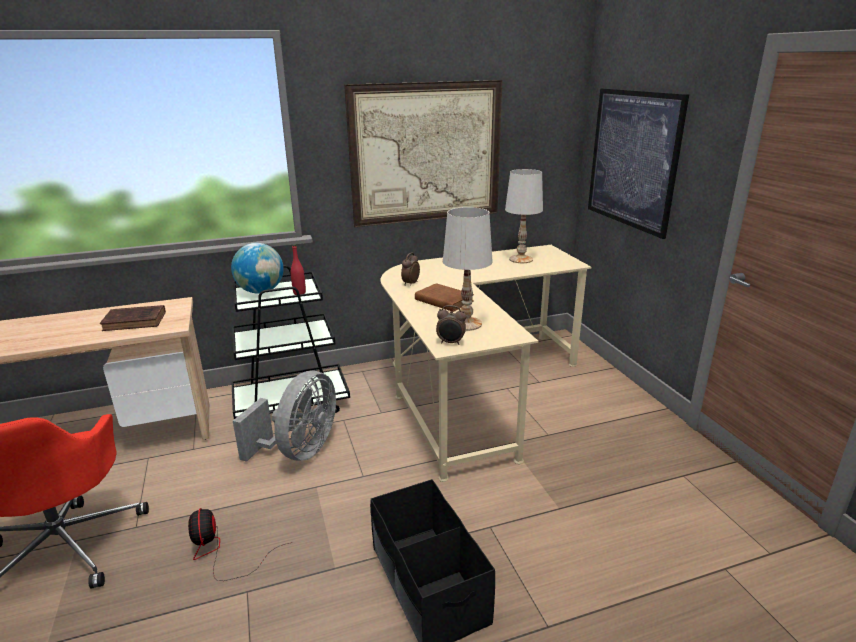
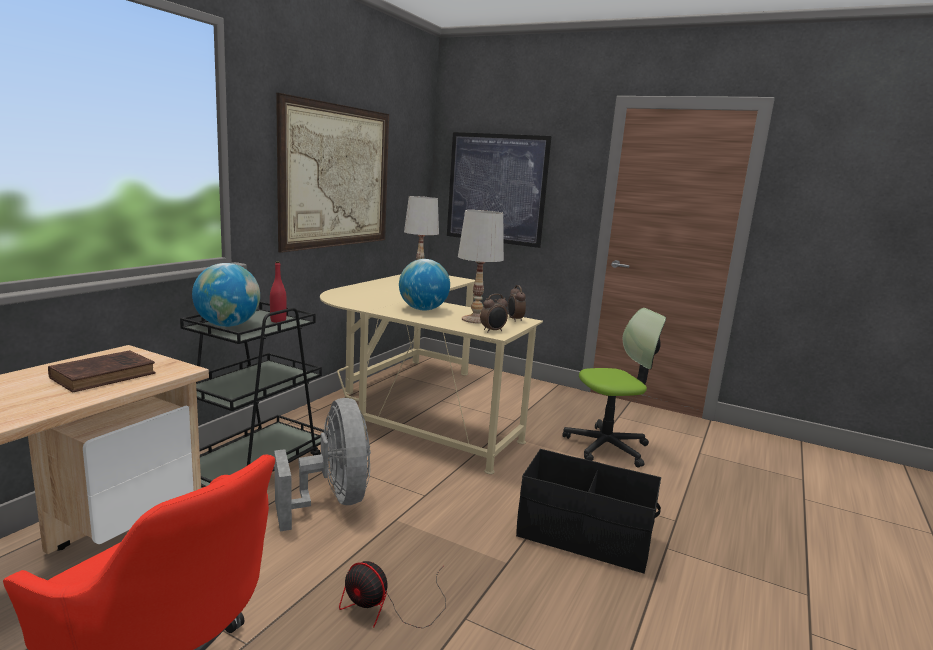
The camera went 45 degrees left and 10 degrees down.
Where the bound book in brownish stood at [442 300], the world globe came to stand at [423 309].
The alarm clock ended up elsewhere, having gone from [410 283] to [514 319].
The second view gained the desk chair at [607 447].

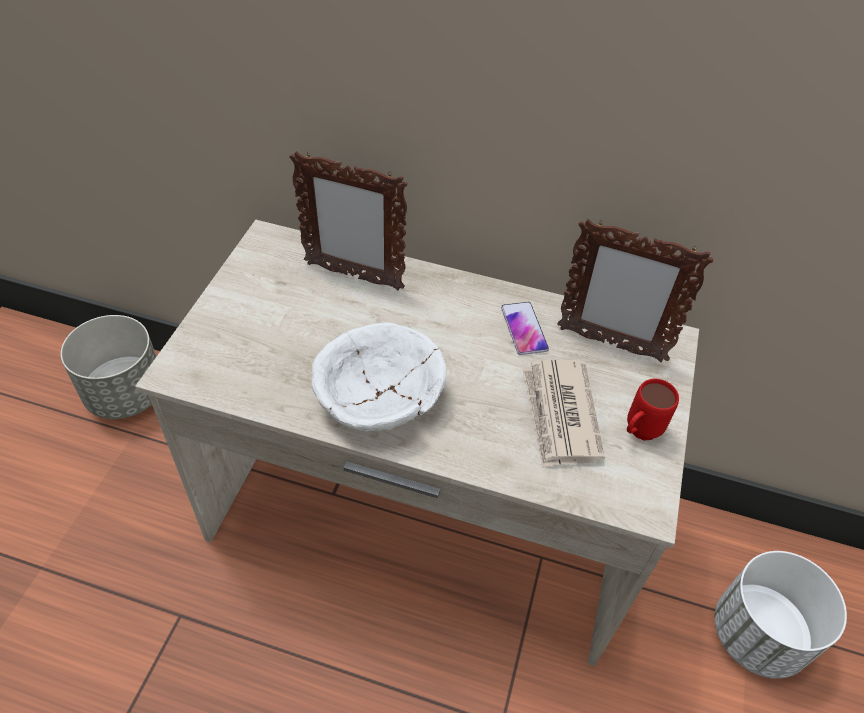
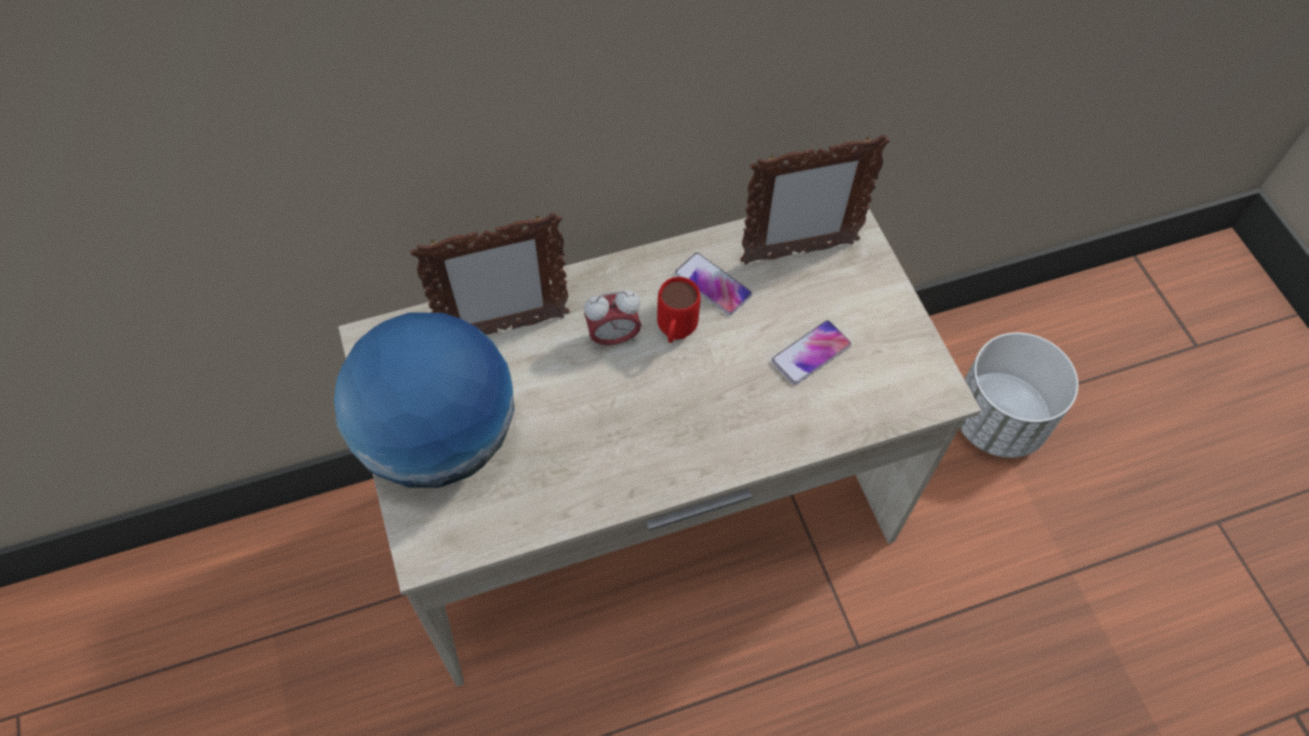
The camera went 35 degrees left and 10 degrees up.
The second view gained the world globe at [438 438].
The second view gained the alarm clock at [613 337].
The coffee mug in red-coloured ended up elsewhere, having gone from [637 433] to [675 334].
Where the printed paper stood at [560 415], the phone came to stand at [811 353].
The second view lost the flower pot in greyish at [125 394].
The second view lost the serving bowl in white at [378 398].

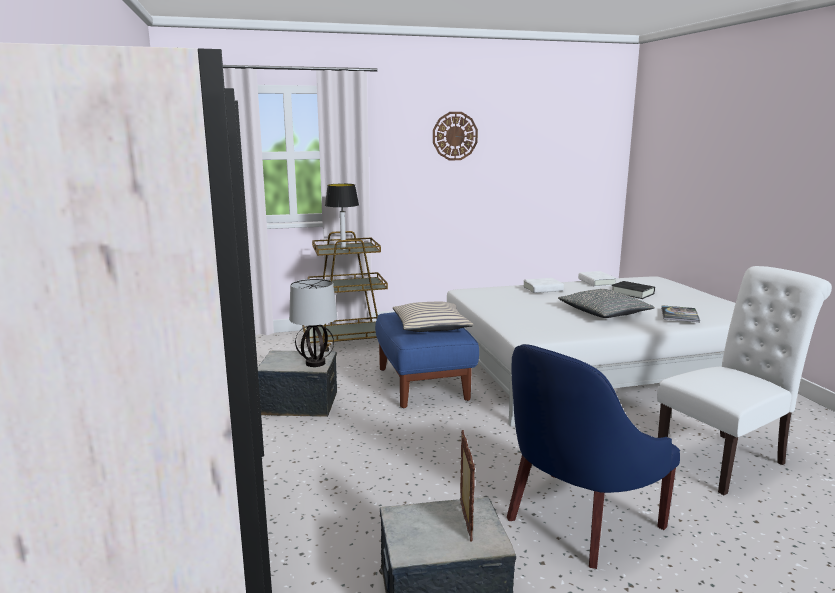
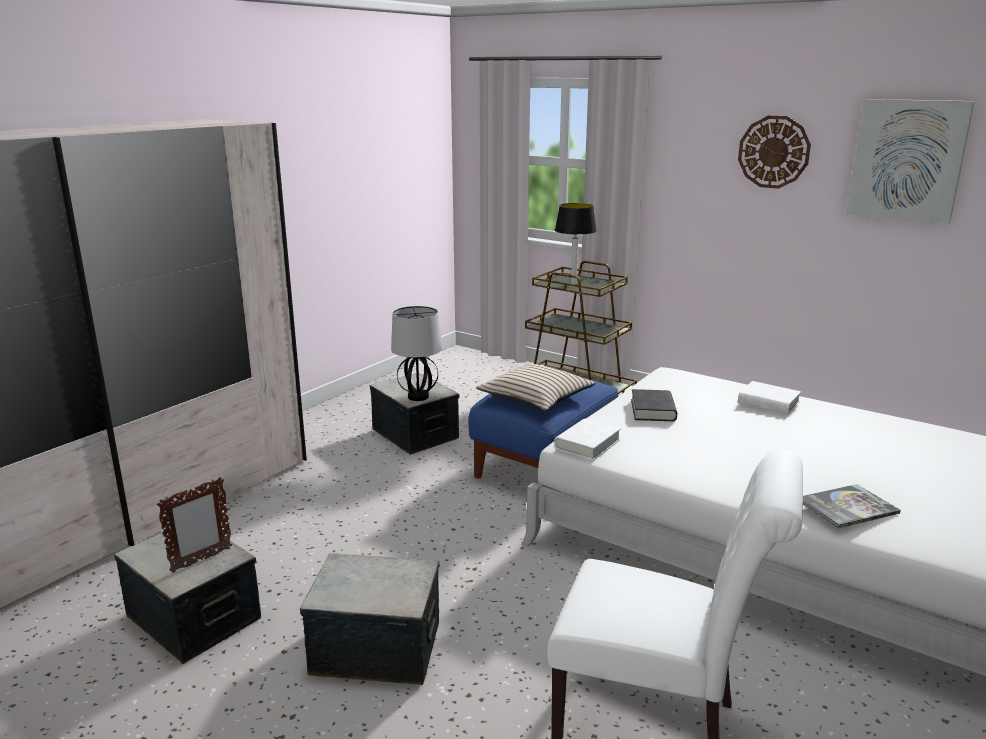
The camera went 50 degrees right and 5 degrees up.
Where the lounge chair in blue stood at [576 520], the storage box came to stand at [376 648].
The bound book in white ended up elsewhere, having gone from [596 282] to [587 444].
The bound book in black-coloured ended up elsewhere, having gone from [632 293] to [653 410].
The second view gained the wall art at [907 160].
The second view lost the cushion in greyish at [604 312].

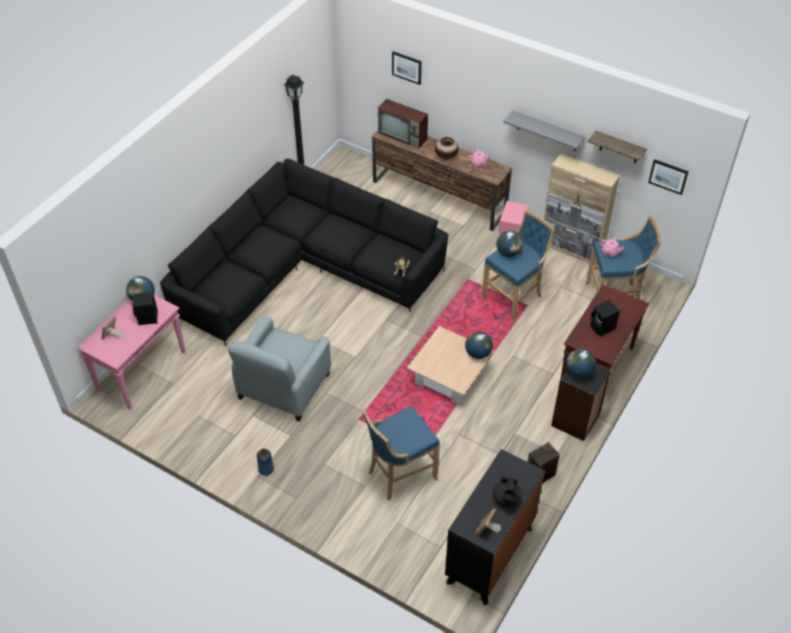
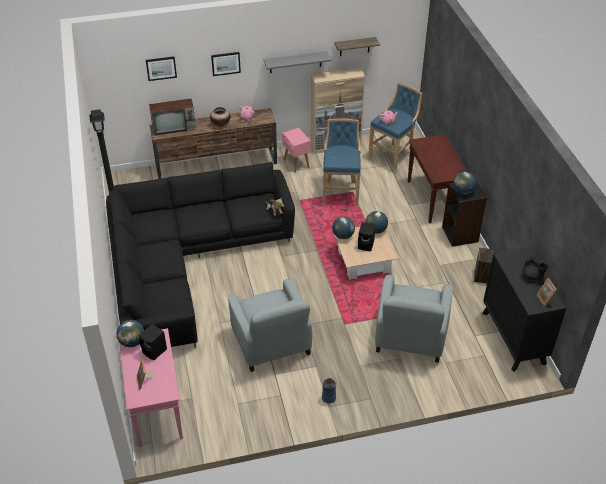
The camera went 45 degrees left and 5 degrees down.
The wall art ended up elsewhere, having gone from [668 176] to [225 63].
The world globe ended up elsewhere, having gone from [508 253] to [343 236].
The speaker in black-coloured ended up elsewhere, having gone from [602 328] to [366 245].
Where the stool seat in blue stood at [399 475], the lounge chair in greyish came to stand at [410 336].

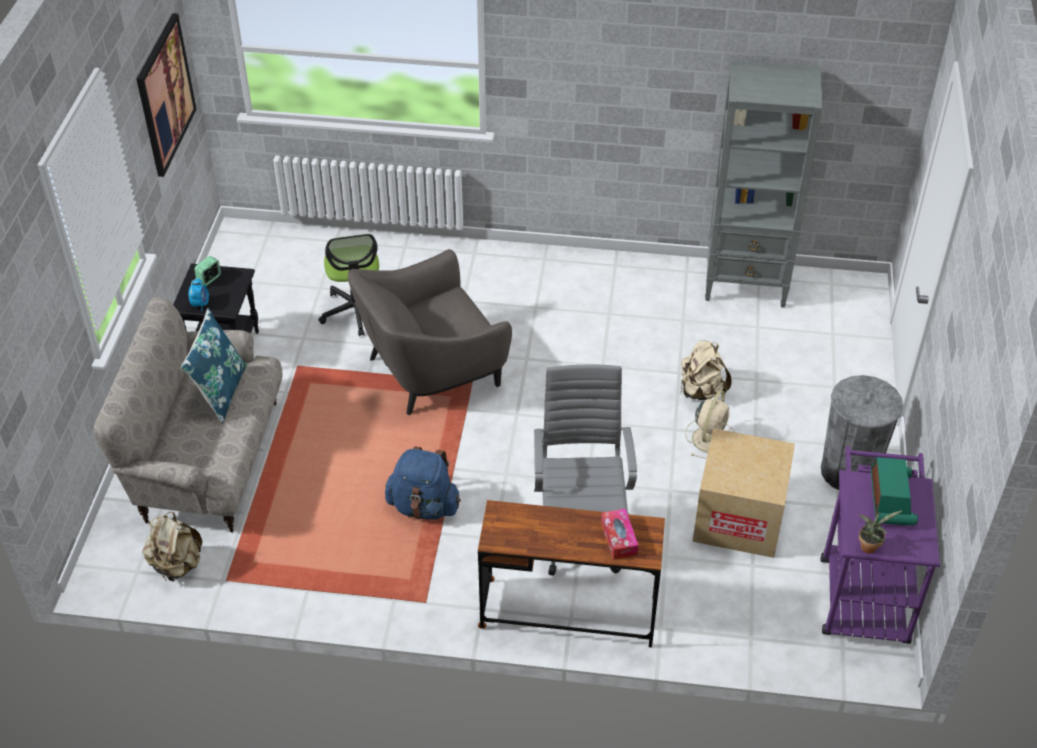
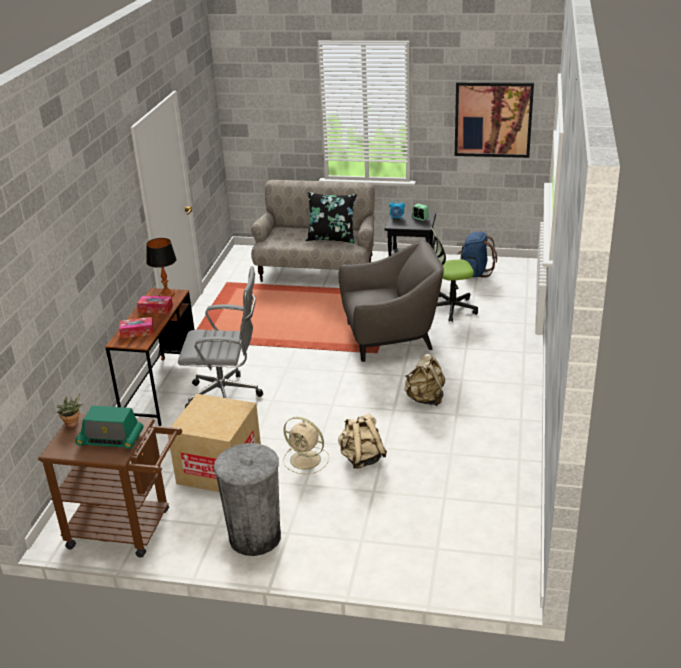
The camera went 95 degrees right and 15 degrees down.
What was the cart in purple-coloured at [863 590] turned into the cart in brownish at [128 529].
The second view gained the tissue box at [155 309].
The second view gained the lamp for a table at [167 294].
What was the cushion in blue at [220 392] turned into the cushion in black-coloured at [332 238].
The lounge chair in greyish at [431 370] ended up facing another way, 105 degrees clockwise from before.
The knapsack in beige-coloured ended up elsewhere, having gone from [177 565] to [425 399].
The knapsack in blue ended up elsewhere, having gone from [424 507] to [474 273].
The second view lost the bookcase in greyish at [746 284].

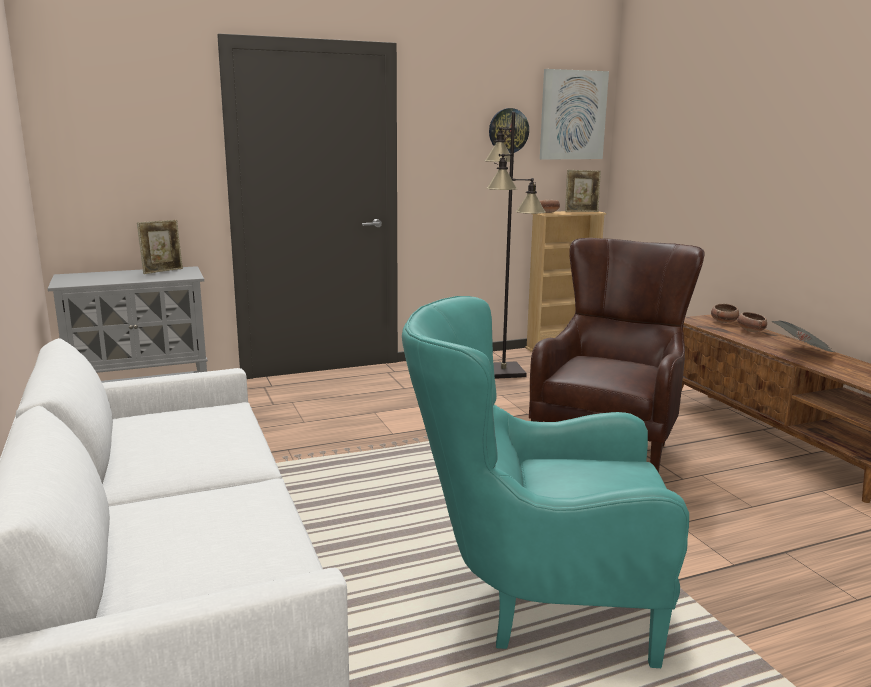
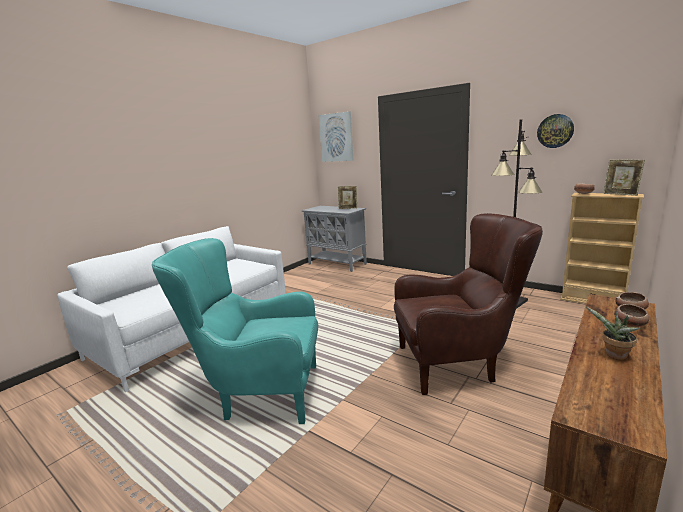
The camera went 60 degrees right and 0 degrees up.
The lounge chair in turquoise-coloured at [535 602] ended up facing another way, 60 degrees counterclockwise from before.
The wall art ended up elsewhere, having gone from [572 115] to [336 137].
Where the printed paper stood at [802 352], the plant in a pot came to stand at [613 355].

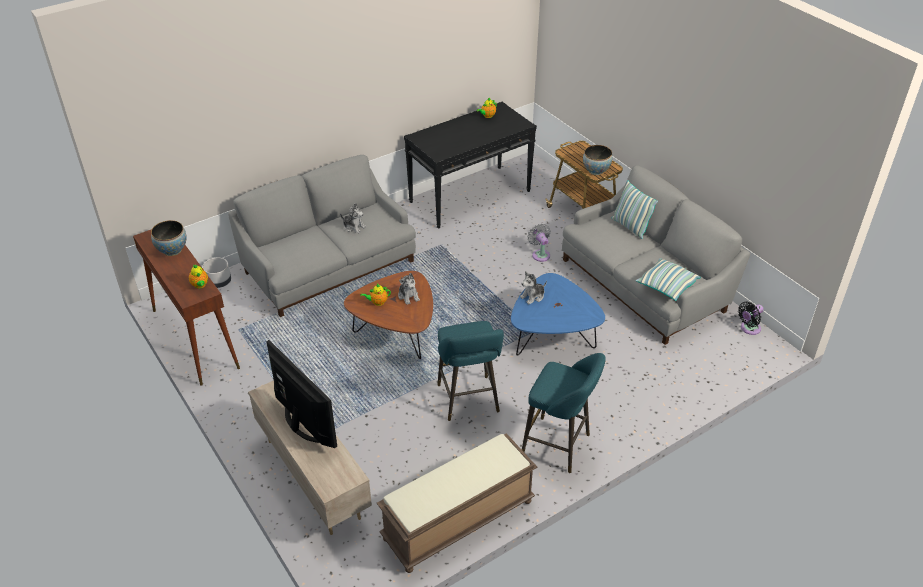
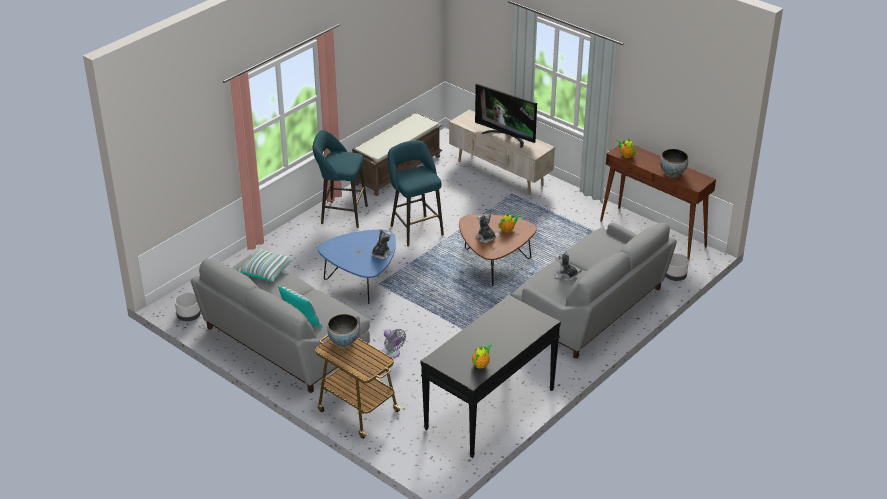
The camera went 165 degrees right and 5 degrees down.
Where the electric fan in black-coloured stood at [749 329], the flower pot in greyish came to stand at [188 316].

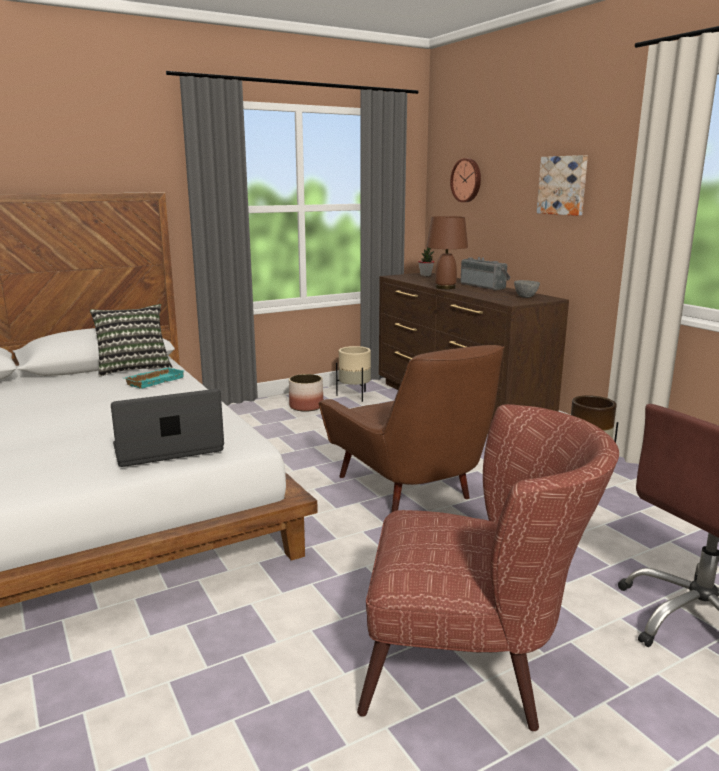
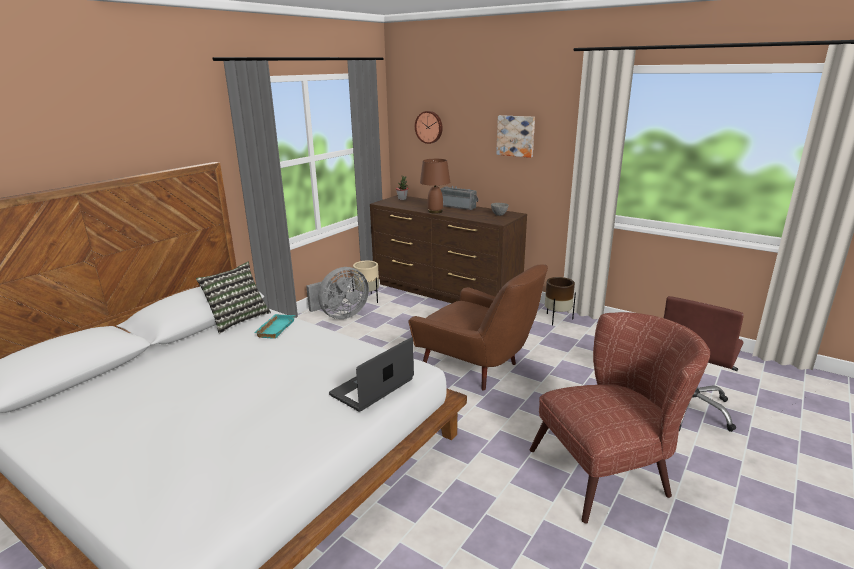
The camera went 25 degrees left and 5 degrees up.
Where the flower pot stood at [306 406], the electric fan in greyish came to stand at [340 315].

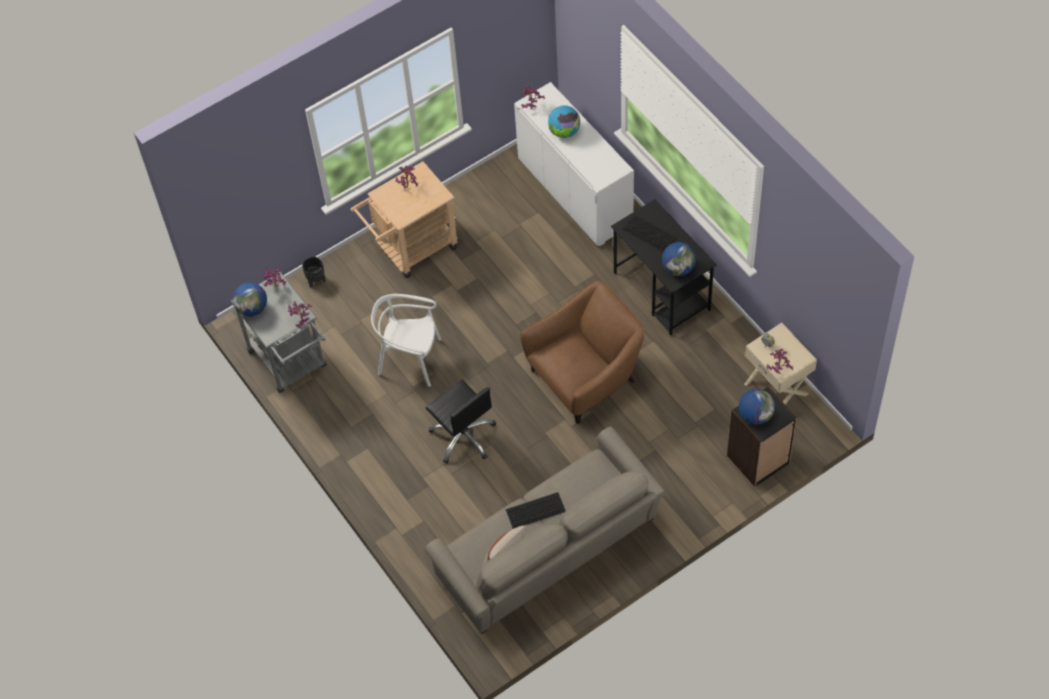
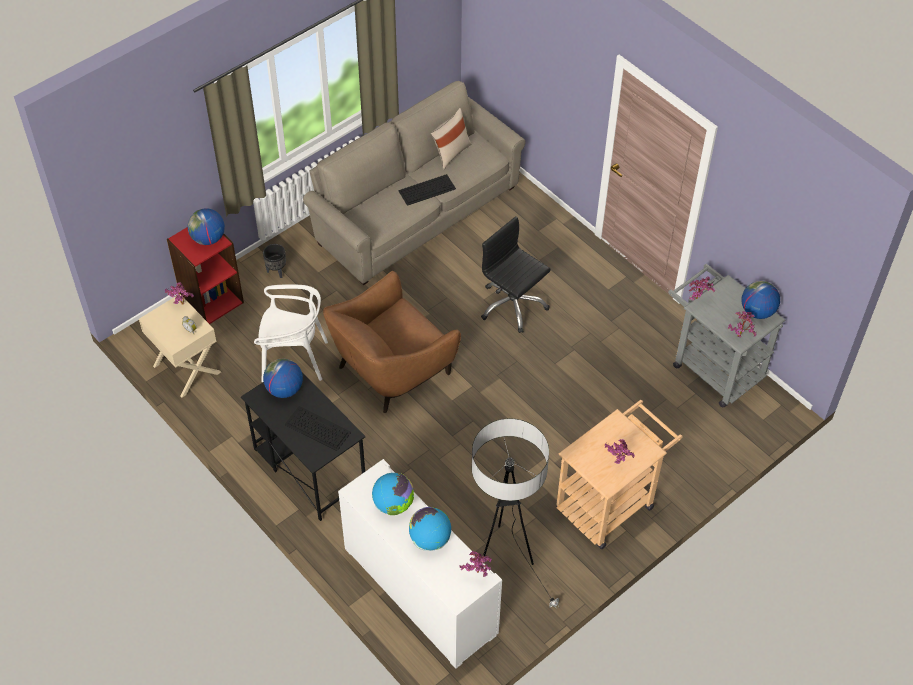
The camera went 170 degrees right and 5 degrees down.
What was the bookcase in black-coloured at [758 460] turned into the bookcase in red-coloured at [211 300].
The upright chair in white ended up elsewhere, having gone from [410 359] to [294 359].
The flower pot in black-coloured ended up elsewhere, having gone from [316 280] to [276 271].
The second view gained the world globe at [393 504].
The second view gained the floor lamp at [506 558].

